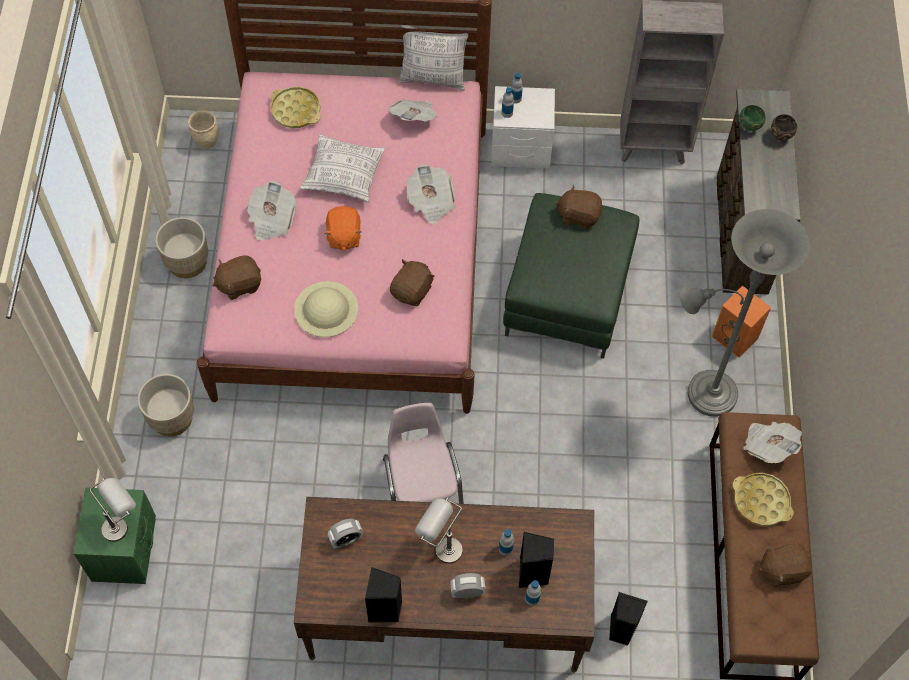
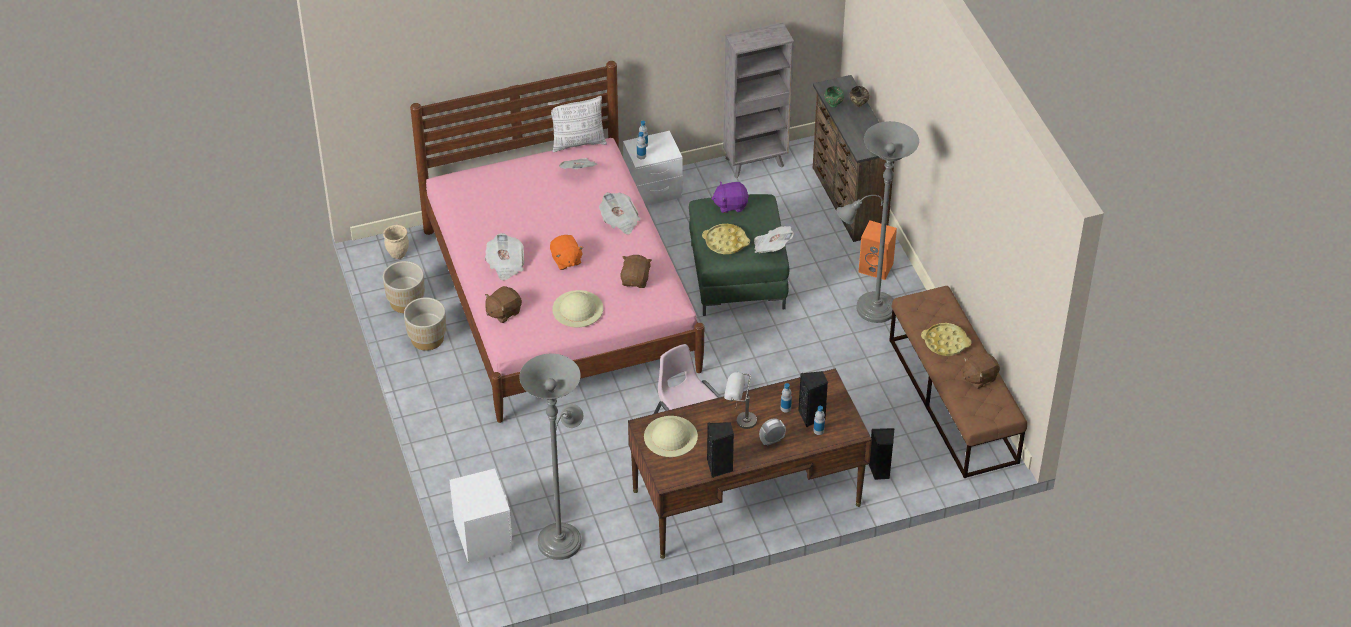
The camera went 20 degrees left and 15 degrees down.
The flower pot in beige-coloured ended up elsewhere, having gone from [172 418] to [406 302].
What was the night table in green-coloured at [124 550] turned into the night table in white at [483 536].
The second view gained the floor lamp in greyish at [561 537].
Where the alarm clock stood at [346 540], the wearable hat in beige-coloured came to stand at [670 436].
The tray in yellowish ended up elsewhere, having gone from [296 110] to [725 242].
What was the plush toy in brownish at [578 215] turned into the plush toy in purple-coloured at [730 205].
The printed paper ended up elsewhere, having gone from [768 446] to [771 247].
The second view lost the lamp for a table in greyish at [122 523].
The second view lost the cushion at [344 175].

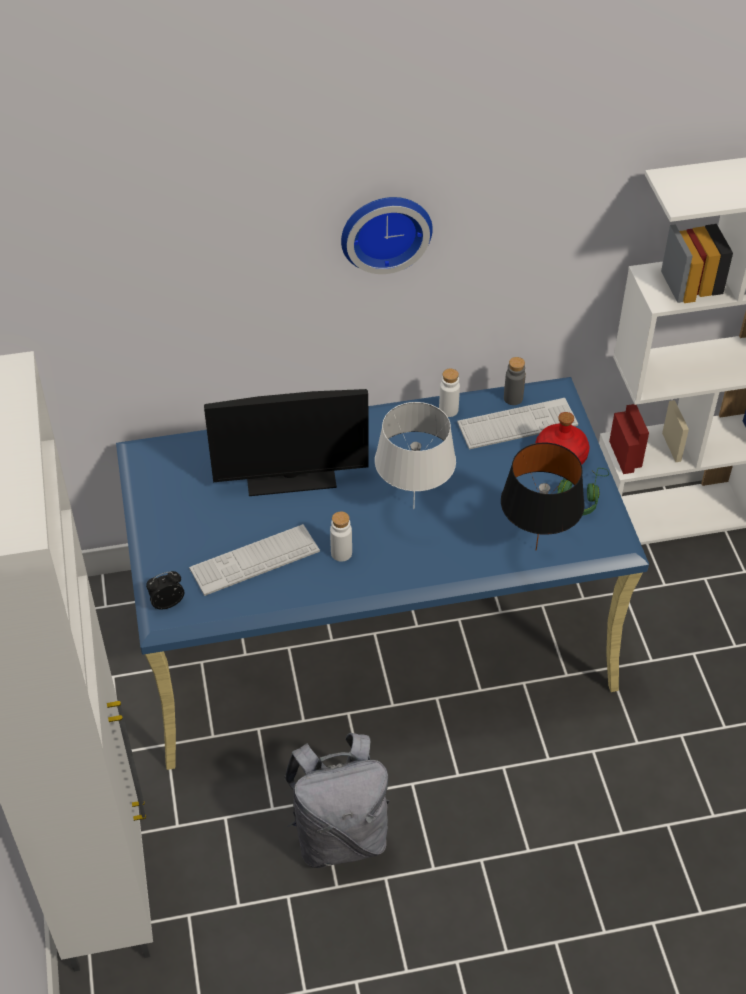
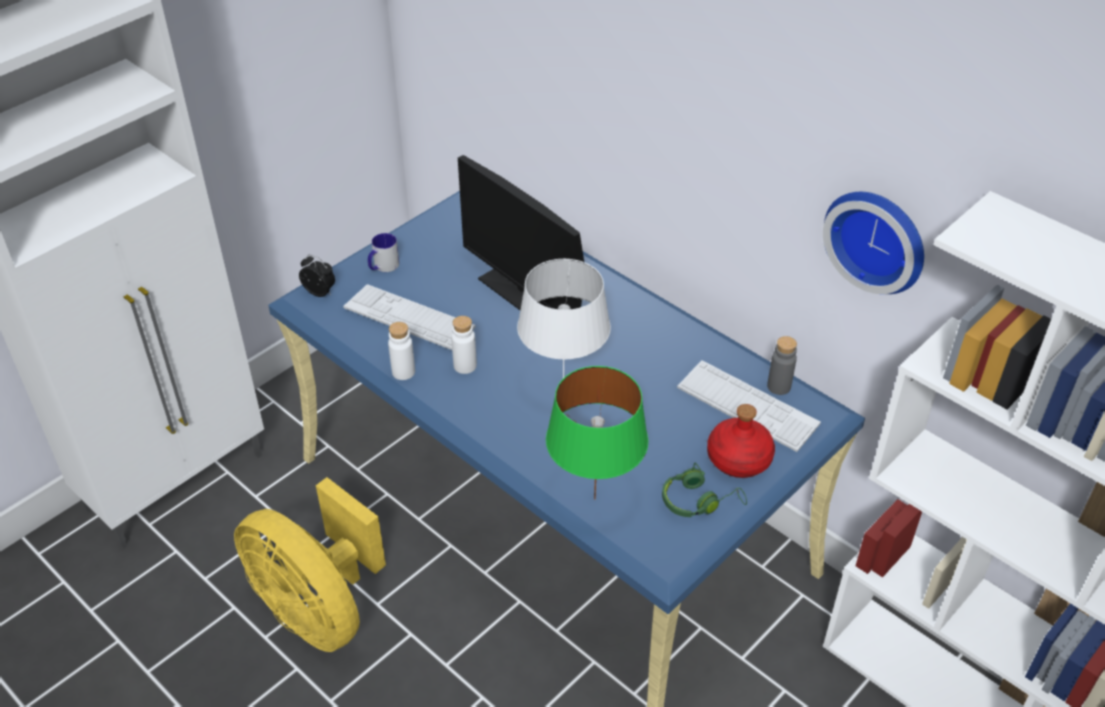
The camera went 55 degrees right and 5 degrees down.
Where the knapsack in greyish stood at [340 835], the electric fan in yellowish came to stand at [319 610].
The second view gained the coffee mug at [383 267].
The drink bottle in white ended up elsewhere, having gone from [448 410] to [403 372].
What was the lamp for a table in black-coloured at [535 550] turned into the lamp for a table in green-coloured at [593 498].
The wall clock ended up elsewhere, having gone from [385 230] to [878 238].

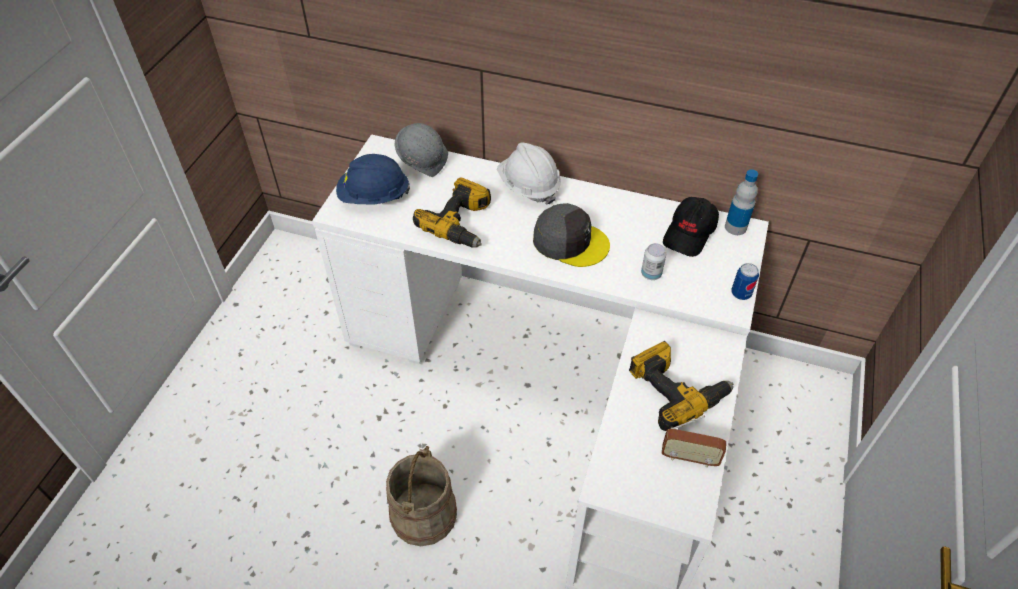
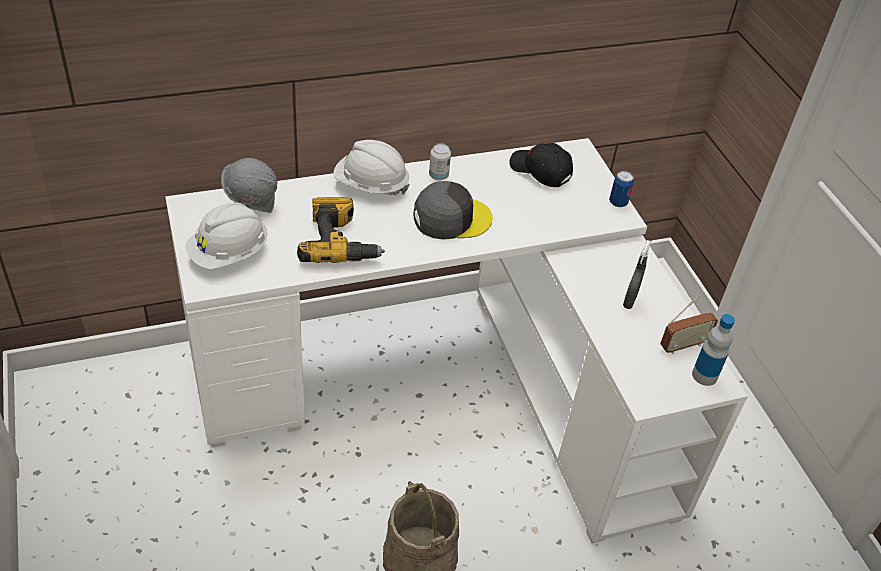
The camera went 40 degrees left and 5 degrees down.
What was the work helmet in blue at [374 197] turned into the work helmet in white at [229 254].
The can ended up elsewhere, having gone from [651 274] to [438 176].
The peaked cap in black-coloured at [690 234] ended up facing another way, 135 degrees clockwise from before.
Where the drill stood at [675 389], the sprayer in greyish came to stand at [630 300].
The drink bottle ended up elsewhere, having gone from [735 227] to [704 375].

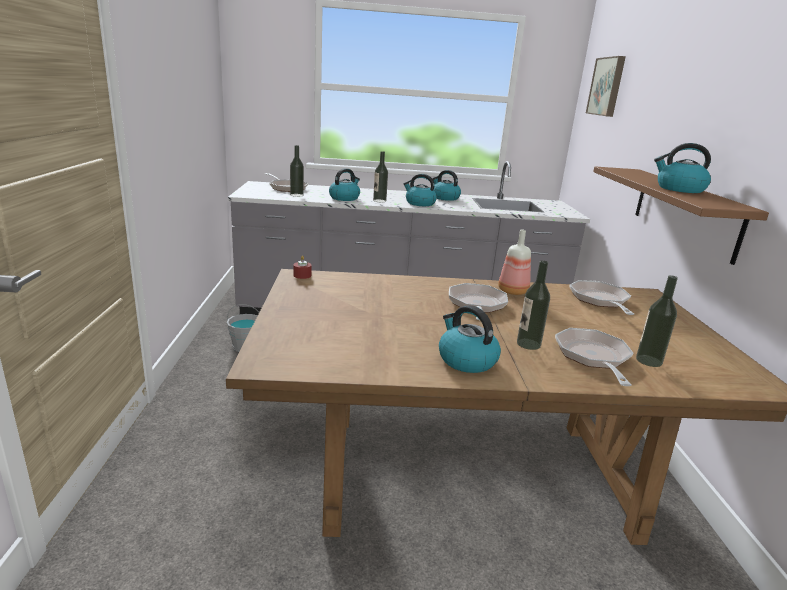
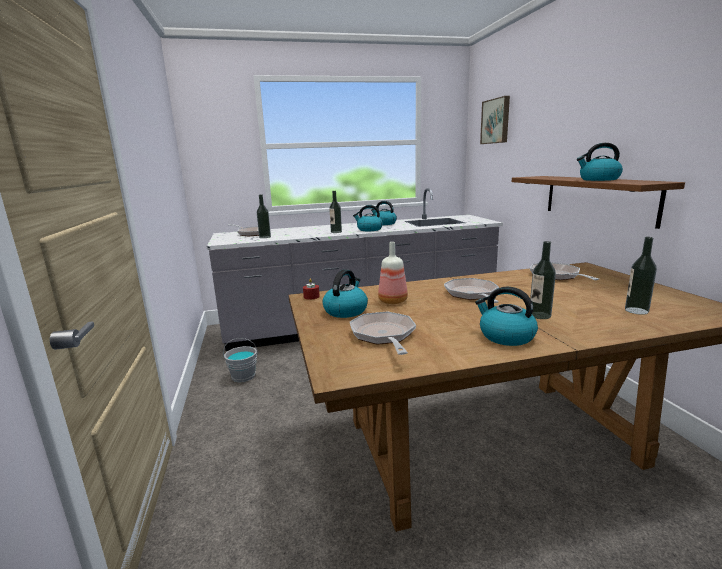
The camera went 10 degrees left and 5 degrees down.
The tea kettle ended up elsewhere, having gone from [344 198] to [346 311].
The frying pan ended up elsewhere, having gone from [593 357] to [383 336].
The drink bottle ended up elsewhere, having gone from [513 292] to [393 301].

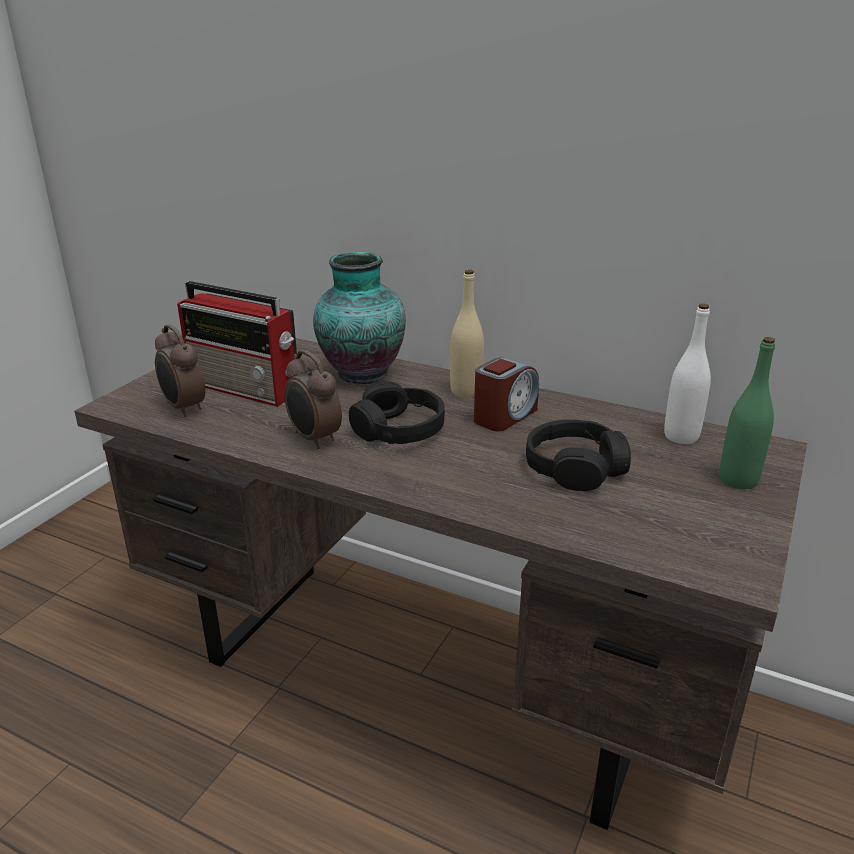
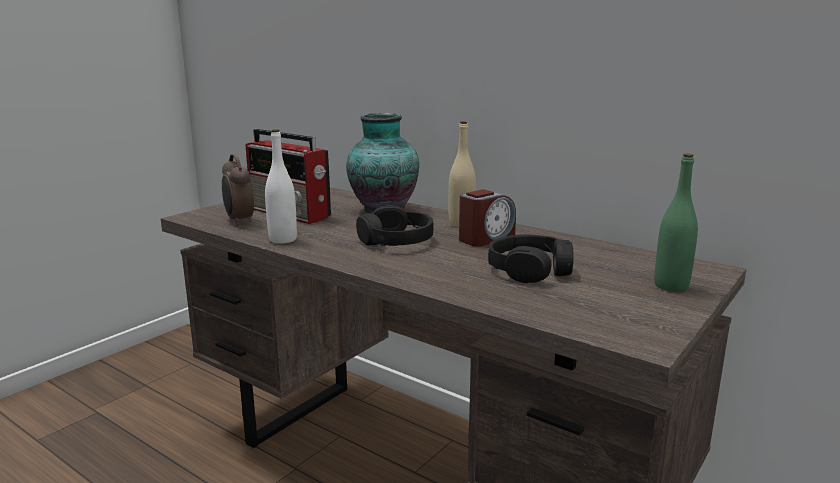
The camera went 10 degrees right and 10 degrees down.
The drink bottle in white ended up elsewhere, having gone from [681 436] to [283 239].
The second view lost the alarm clock at [314 439].

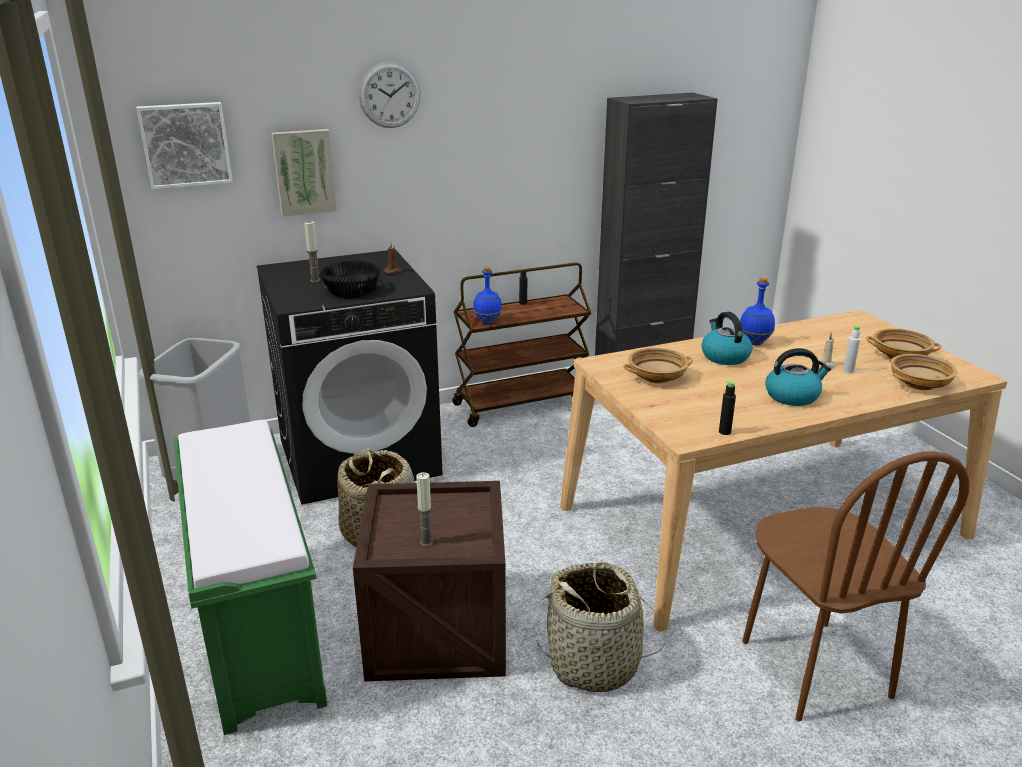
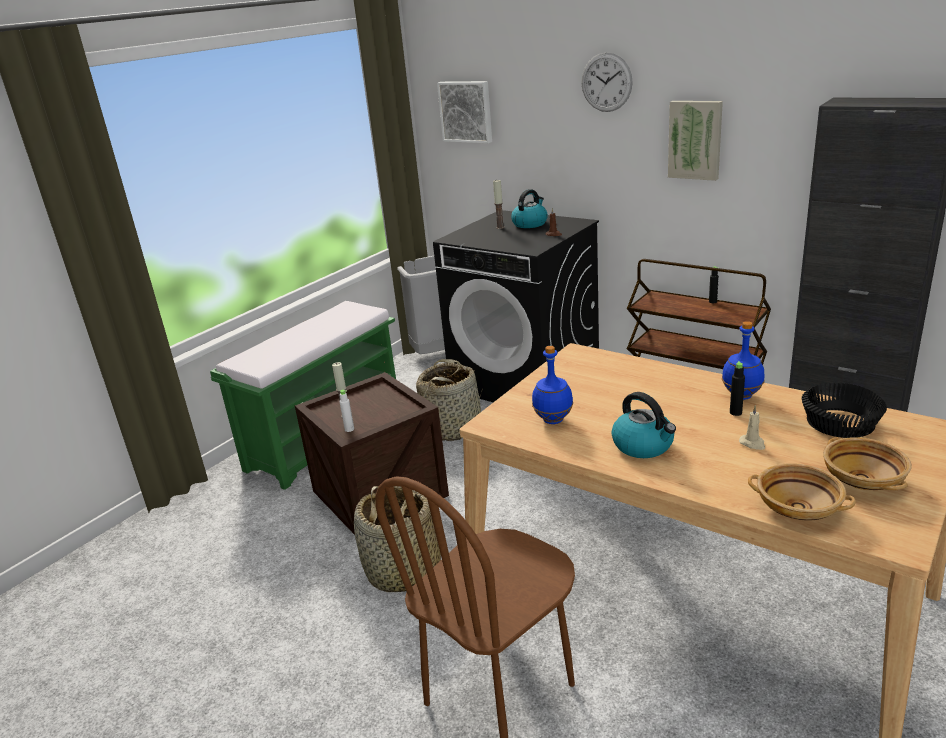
The camera went 60 degrees right and 0 degrees up.
The drink bottle in white ended up elsewhere, having gone from [848 371] to [349 429].
The tea kettle ended up elsewhere, having gone from [724 356] to [530 224].
The drink bottle in blue ended up elsewhere, having gone from [487 322] to [552 420].
The wall art ended up elsewhere, having gone from [304 172] to [695 139].
The drink bottle in black-coloured ended up elsewhere, having gone from [724 432] to [735 412].
The serving bowl in black-coloured ended up elsewhere, having gone from [350 290] to [838 423].
The second view lost the serving bowl in beige-coloured at [657 377].

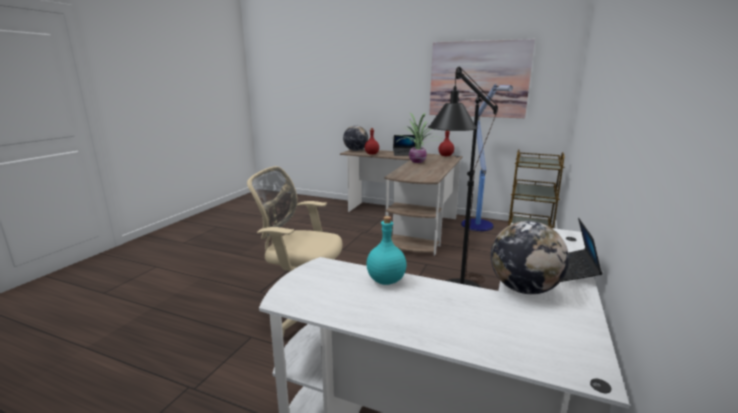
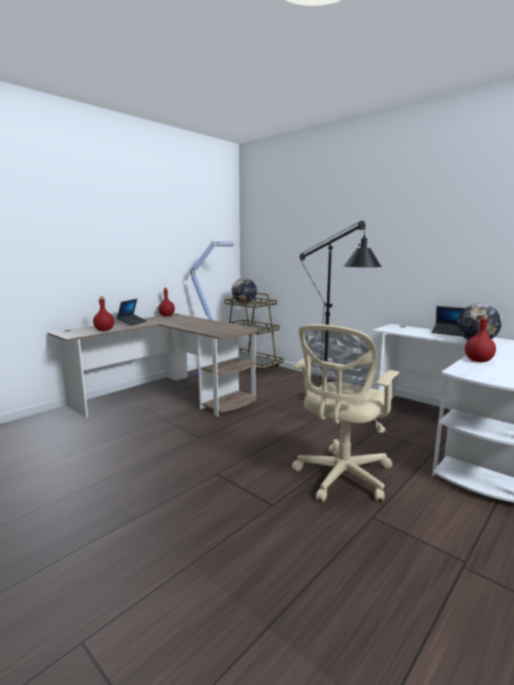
The camera went 70 degrees left and 5 degrees down.
The world globe ended up elsewhere, having gone from [355 150] to [244 303].
What was the drink bottle in turquoise-coloured at [386 281] turned into the drink bottle in red-coloured at [479 361].
The second view lost the plant in a pot at [418 161].
The second view lost the wall art at [478 79].

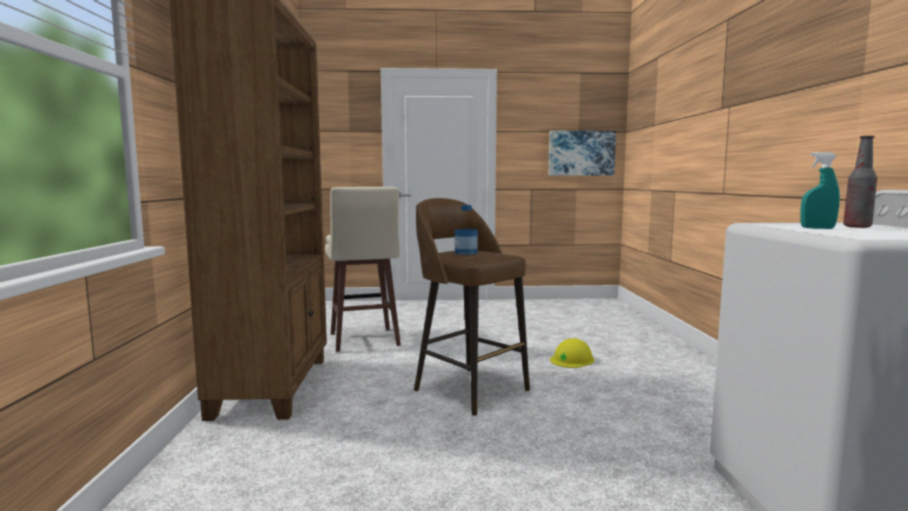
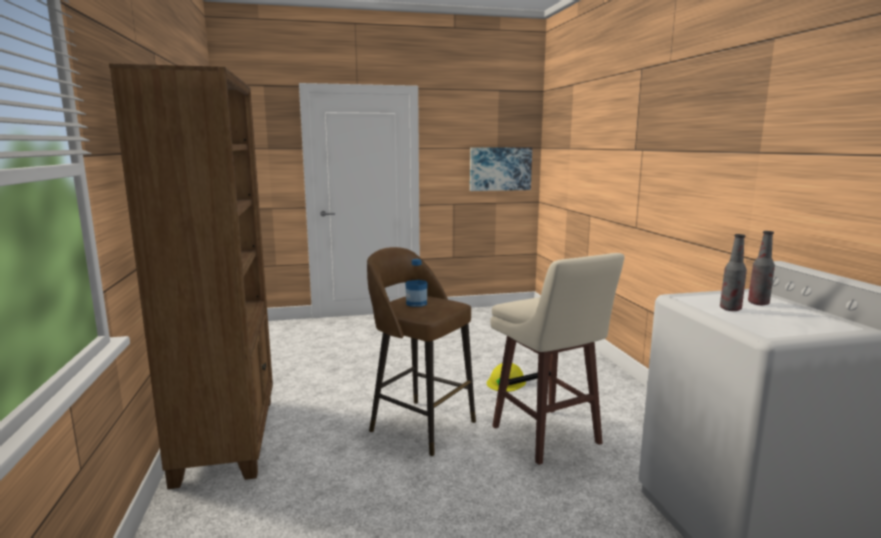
The camera went 10 degrees left and 5 degrees up.
The stool seat in beige-coloured ended up elsewhere, having gone from [364 340] to [547 437].
Where the sprayer in turquoise-coloured stood at [817 228], the drink bottle came to stand at [730 309].

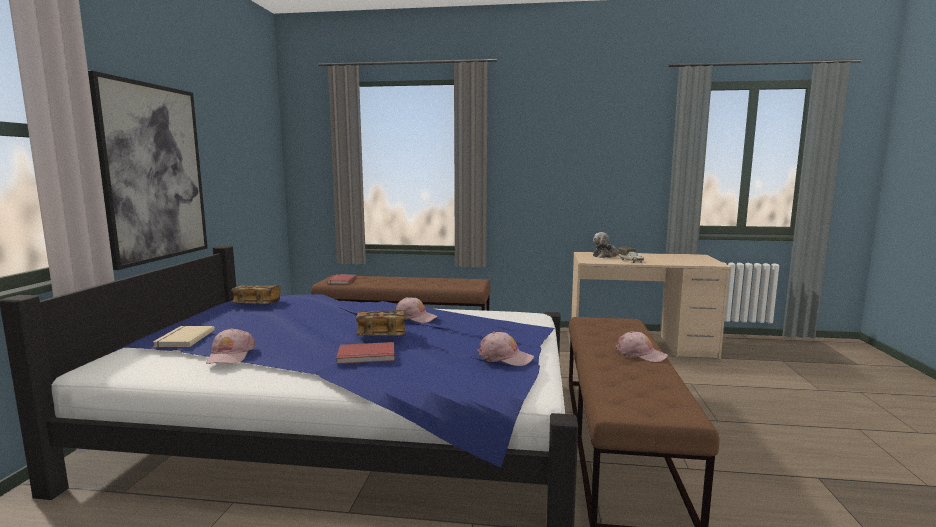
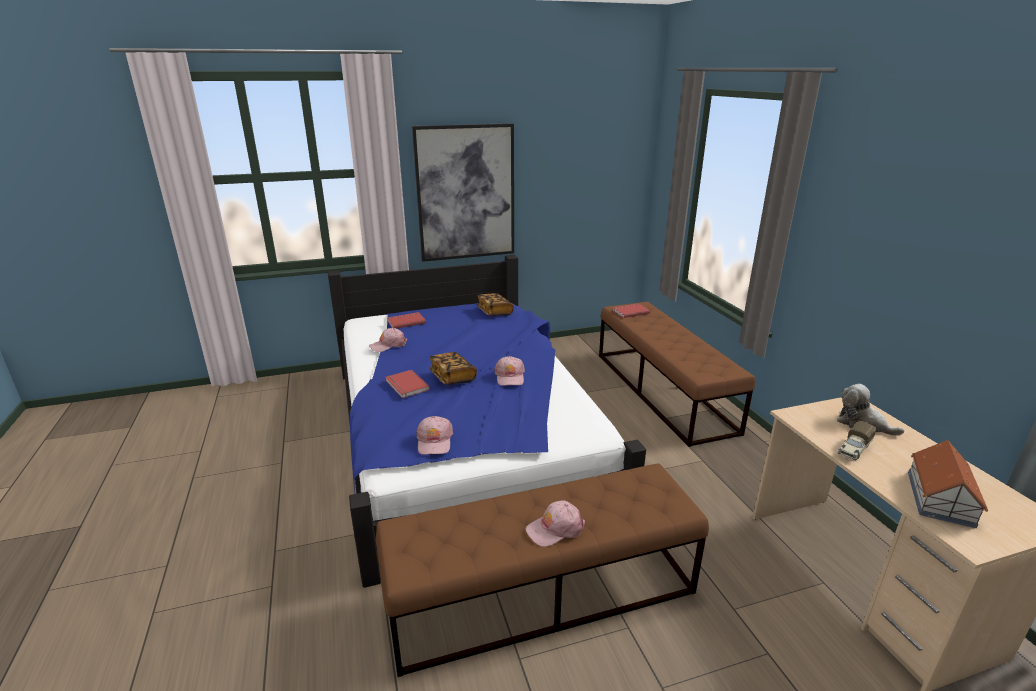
The camera went 65 degrees right and 15 degrees up.
What was the bound book in beige-coloured at [183 338] turned into the bound book in red-coloured at [406 321].
The peaked cap in pink-coloured at [640 354] ended up facing another way, 60 degrees clockwise from before.
The second view gained the model house at [940 498].

